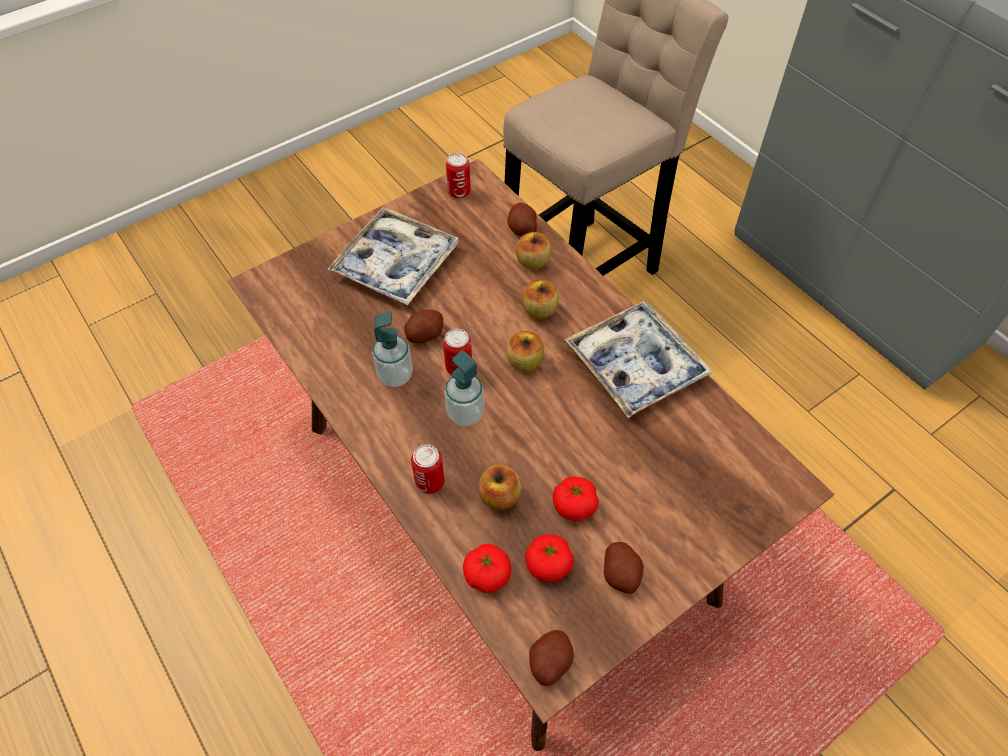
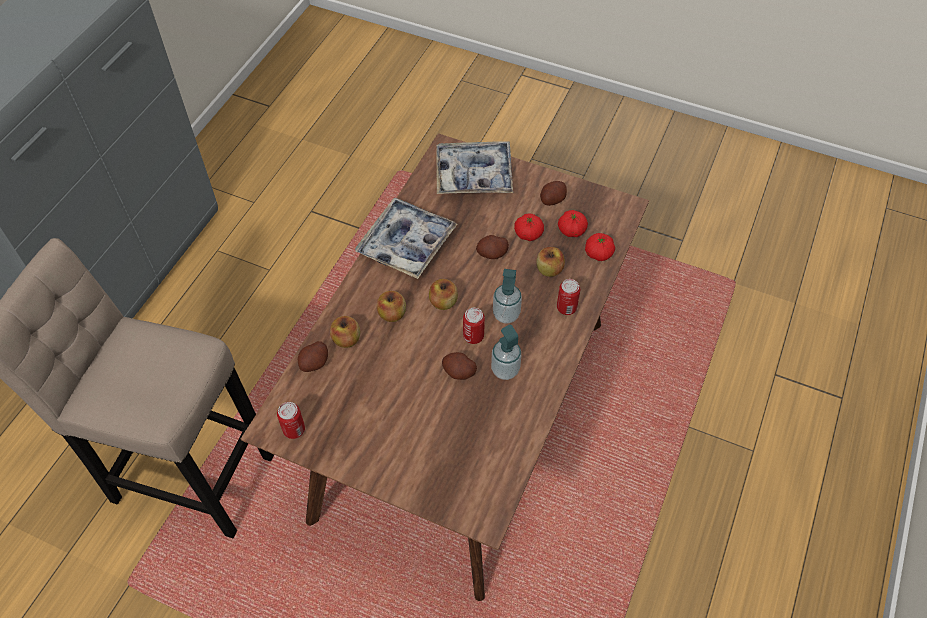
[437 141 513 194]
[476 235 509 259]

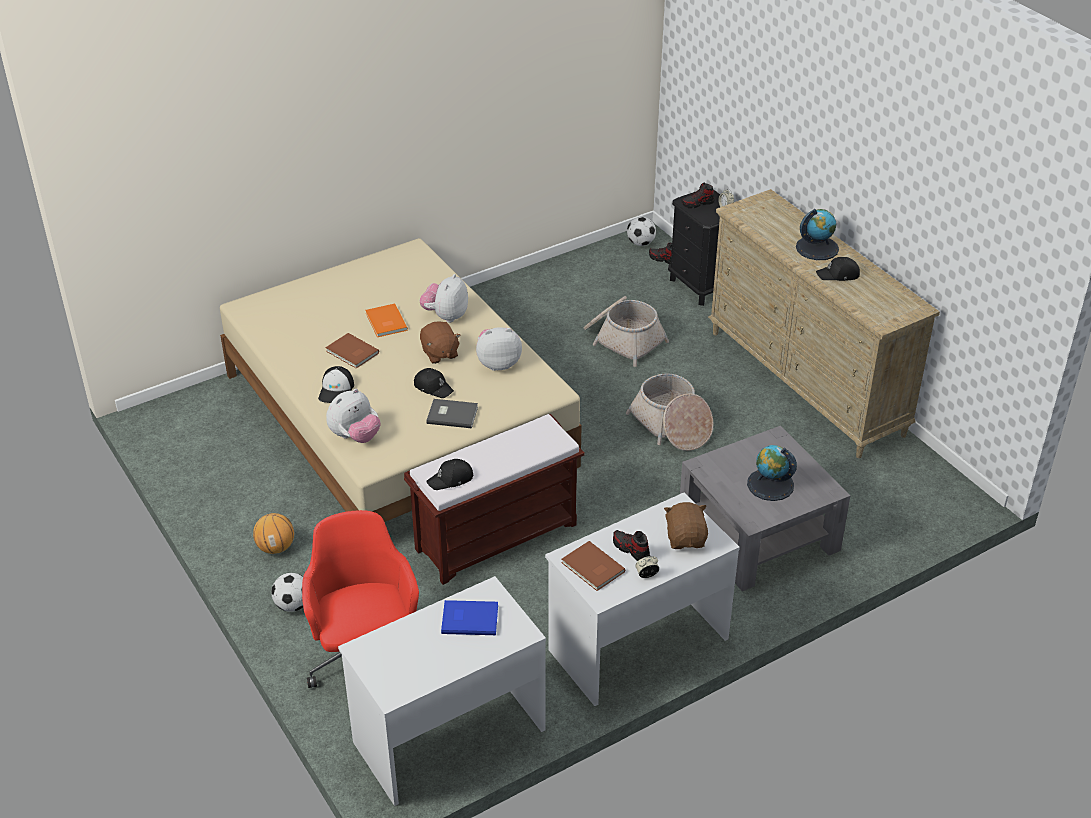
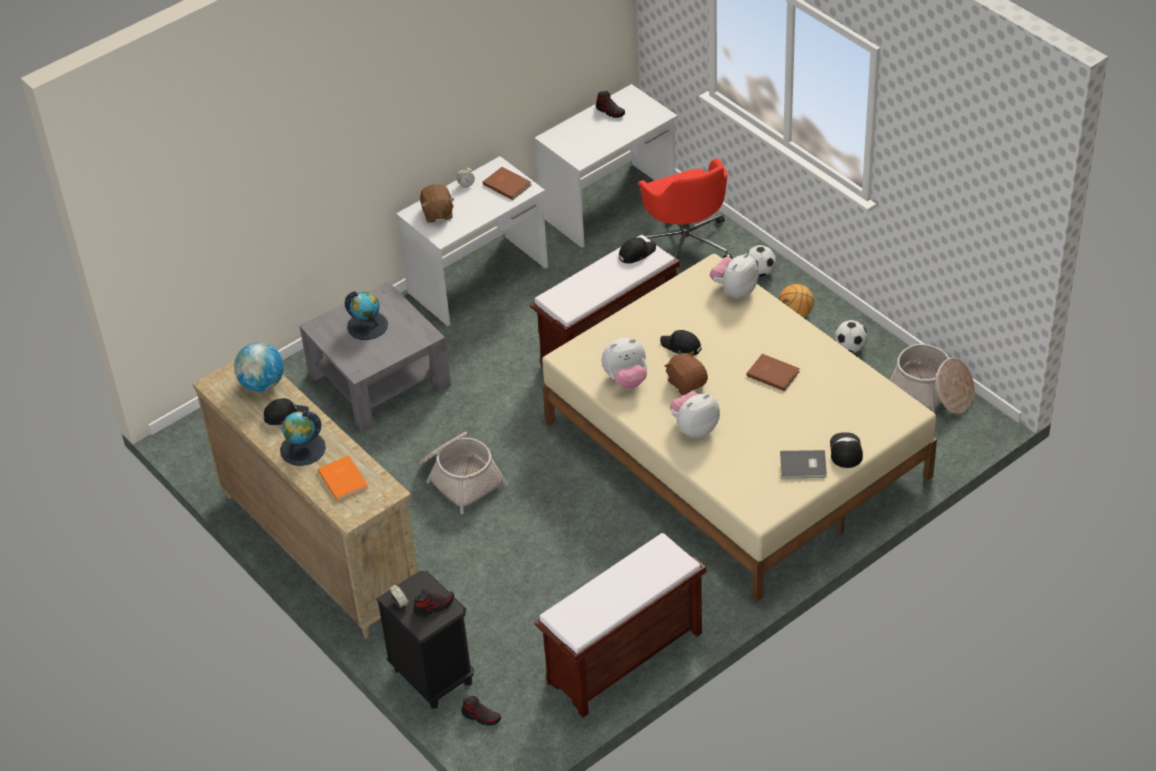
[441 600 498 635] (first image)
[234 342 284 392]
[534 533 707 718]
[830 432 863 468]
[318 455 368 501]
[780 450 827 478]
[890 344 975 414]
[596 91 625 118]
[835 320 867 353]
[670 391 720 437]

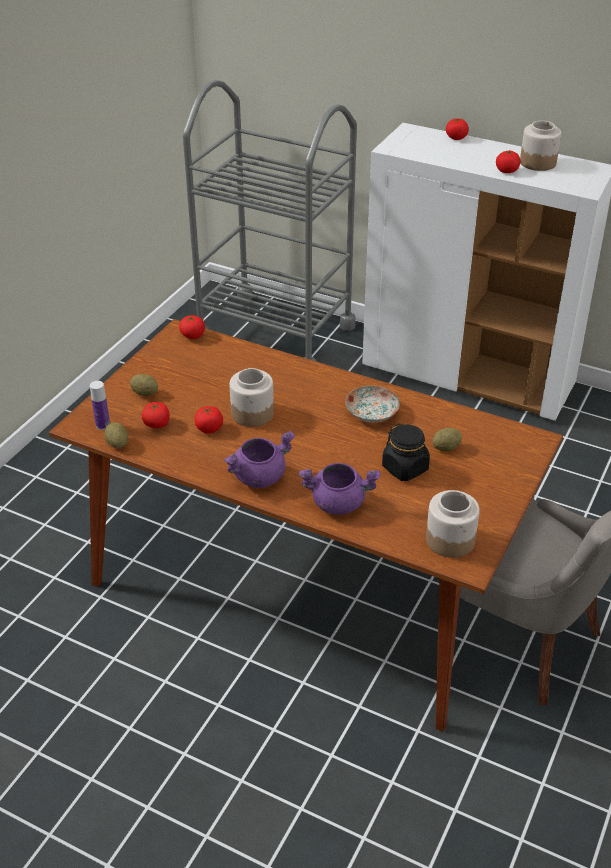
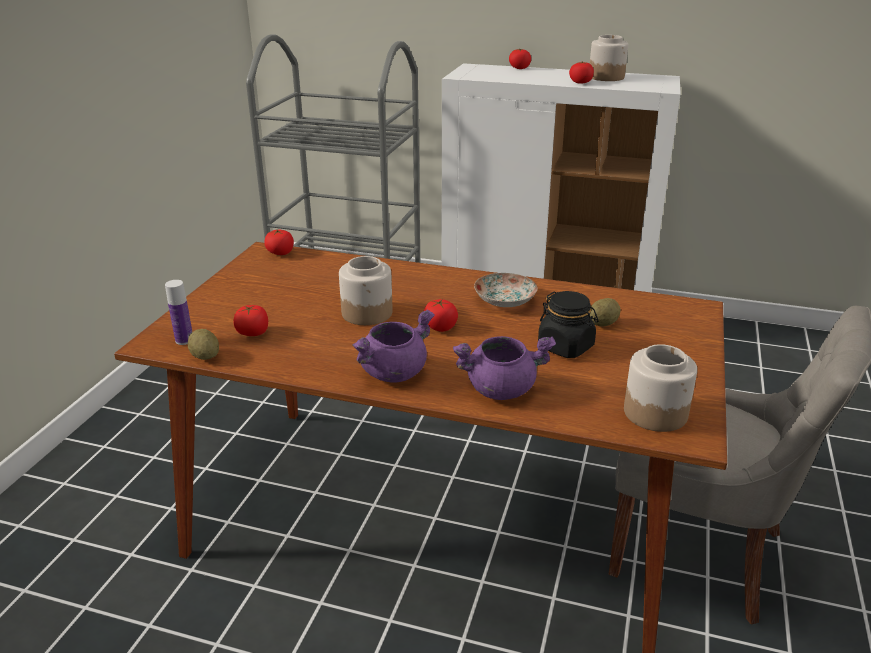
[130 374 158 396] (first image)
[424 299 458 332]

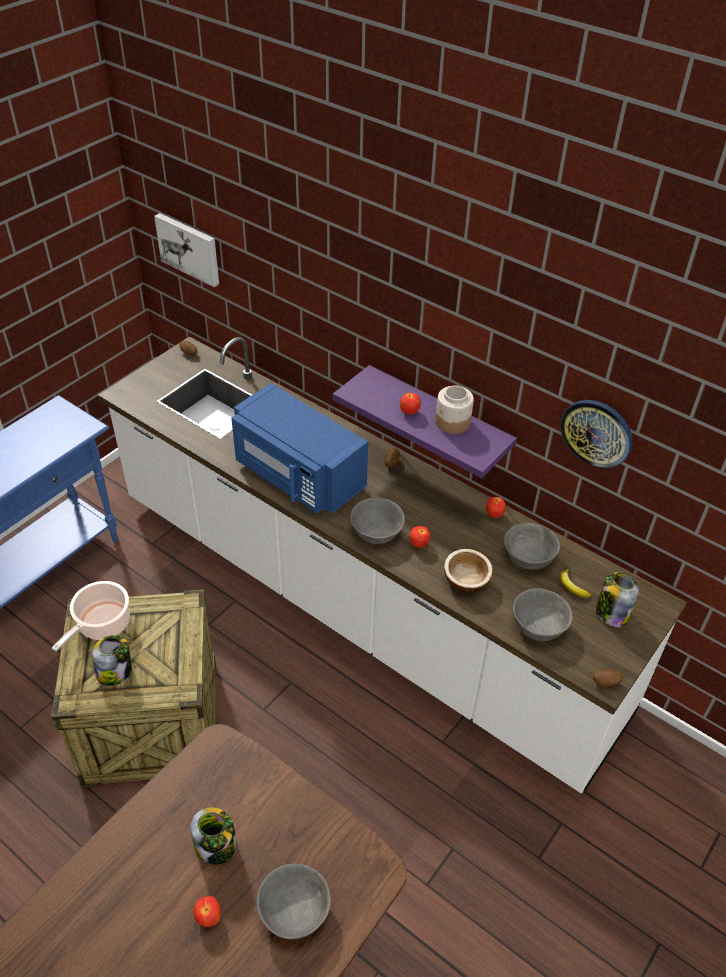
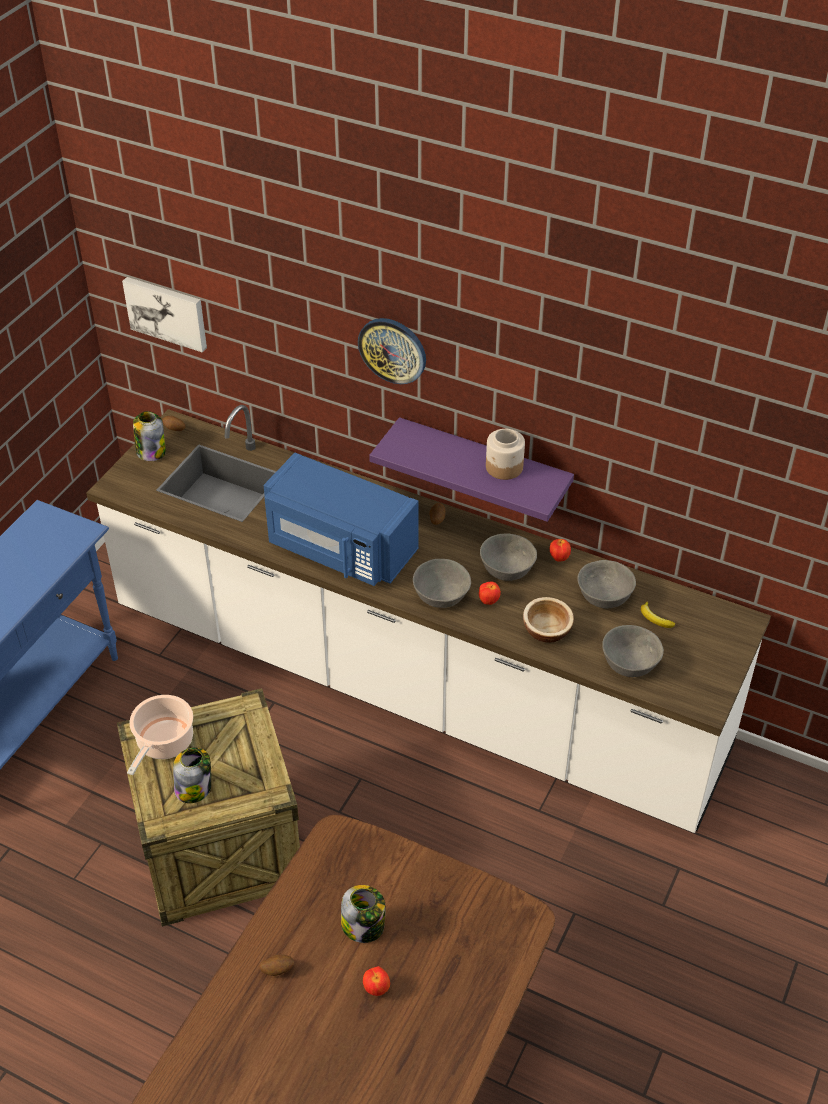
[400 393 421 415] (first image)
[480 534 537 581]
[358 318 426 384]
[259 954 294 976]
[133 411 166 461]

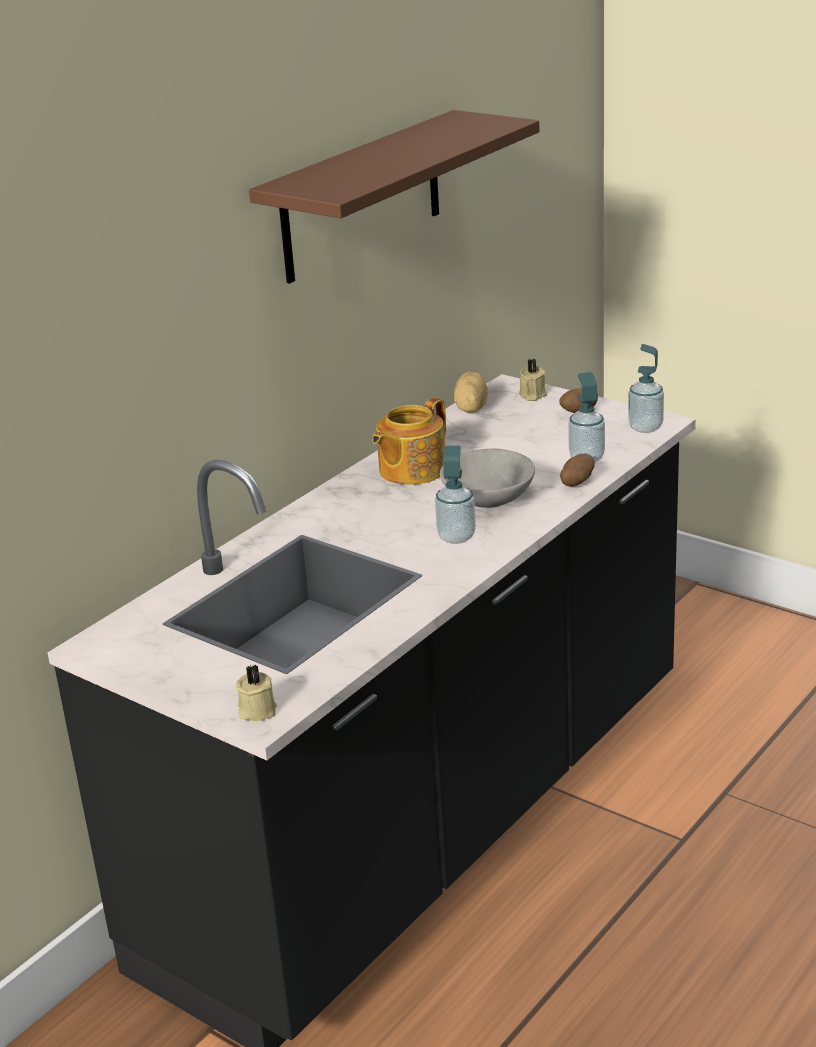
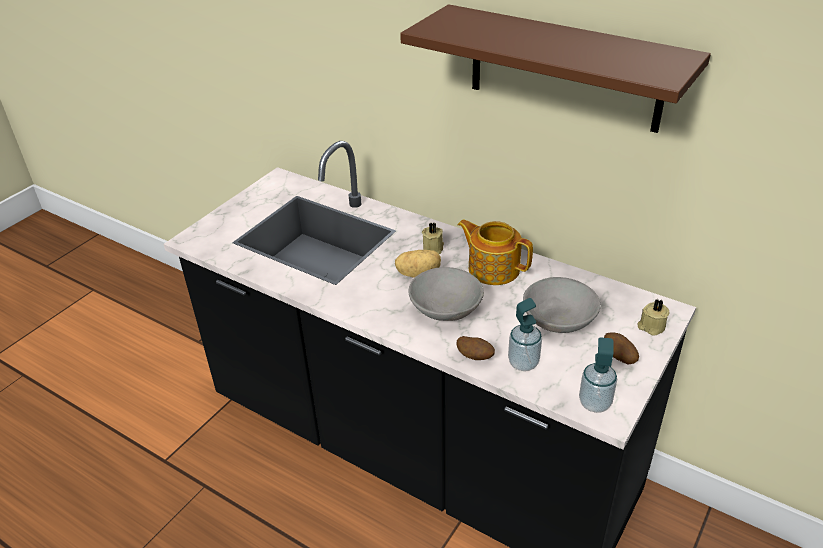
[435 446 476 544] (first image)
[523 277 600 333]
[422 223 444 254]
[395 250 441 278]

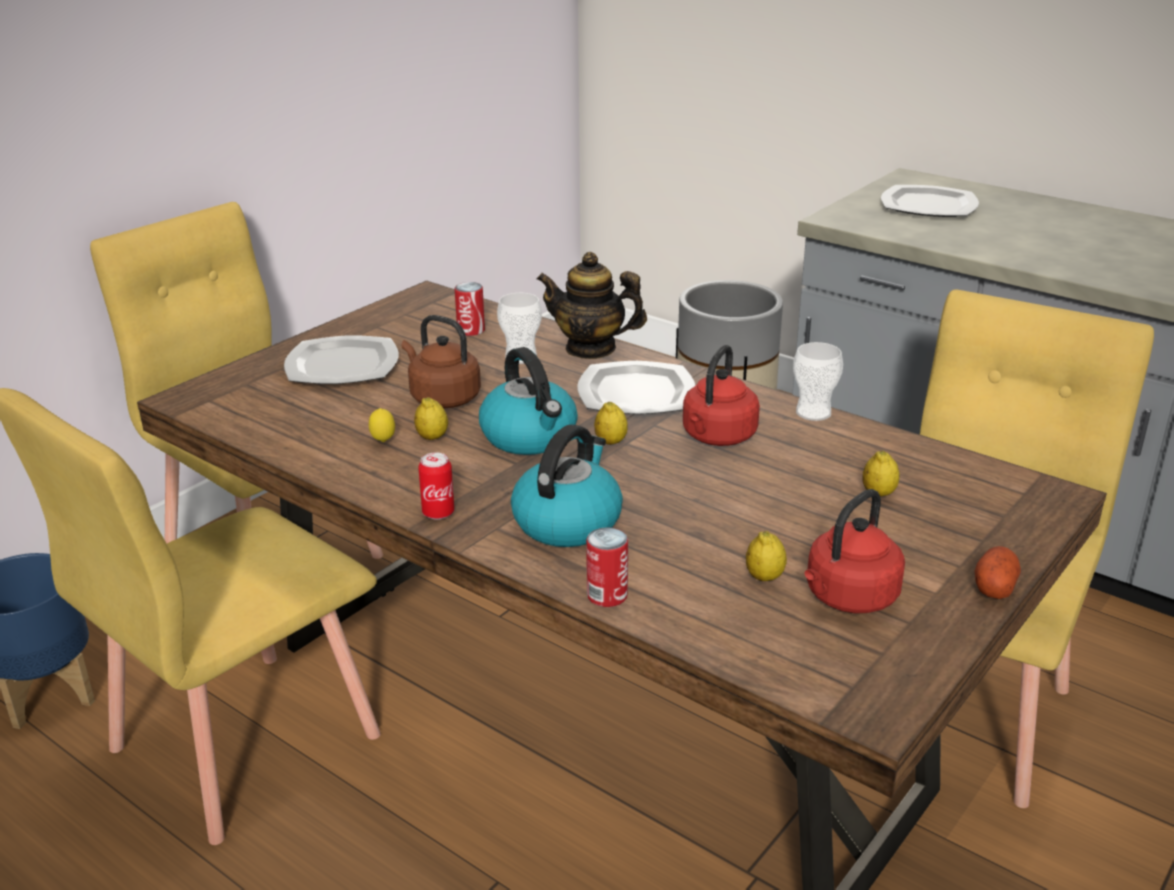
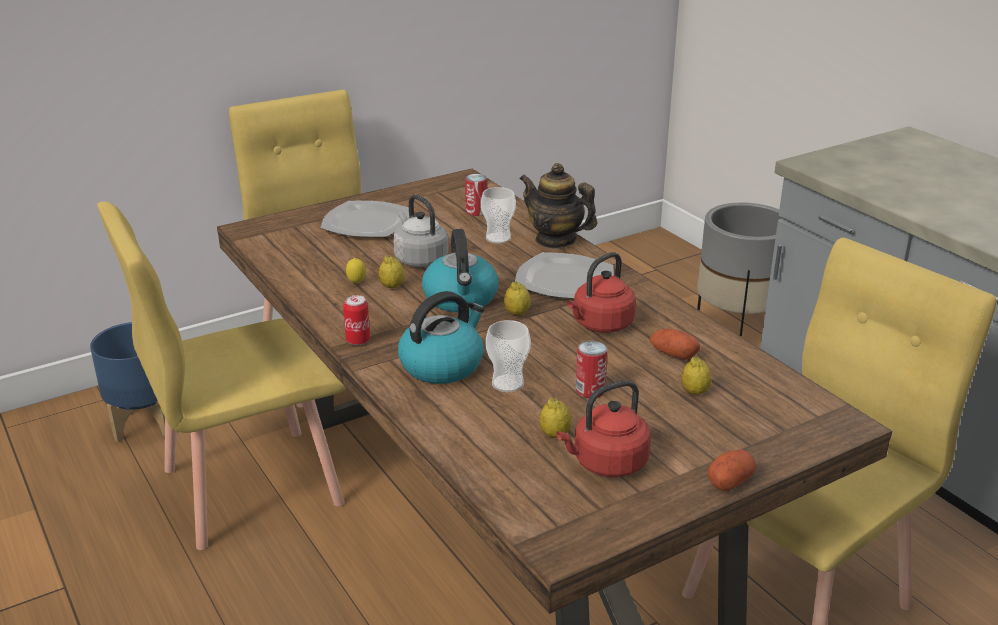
[881 185 979 217] (first image)
[650 329 700 360]
[576 341 608 398]
[486 320 531 392]
[393 195 449 267]

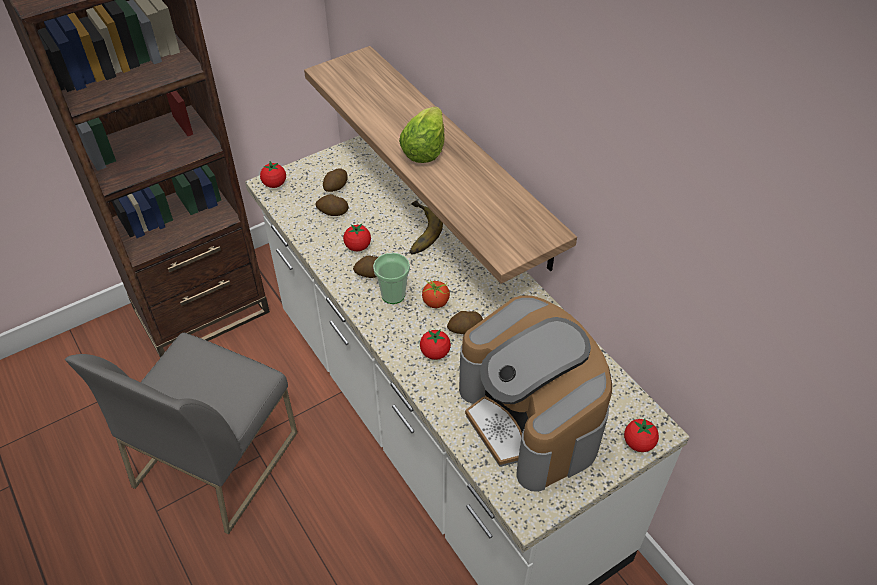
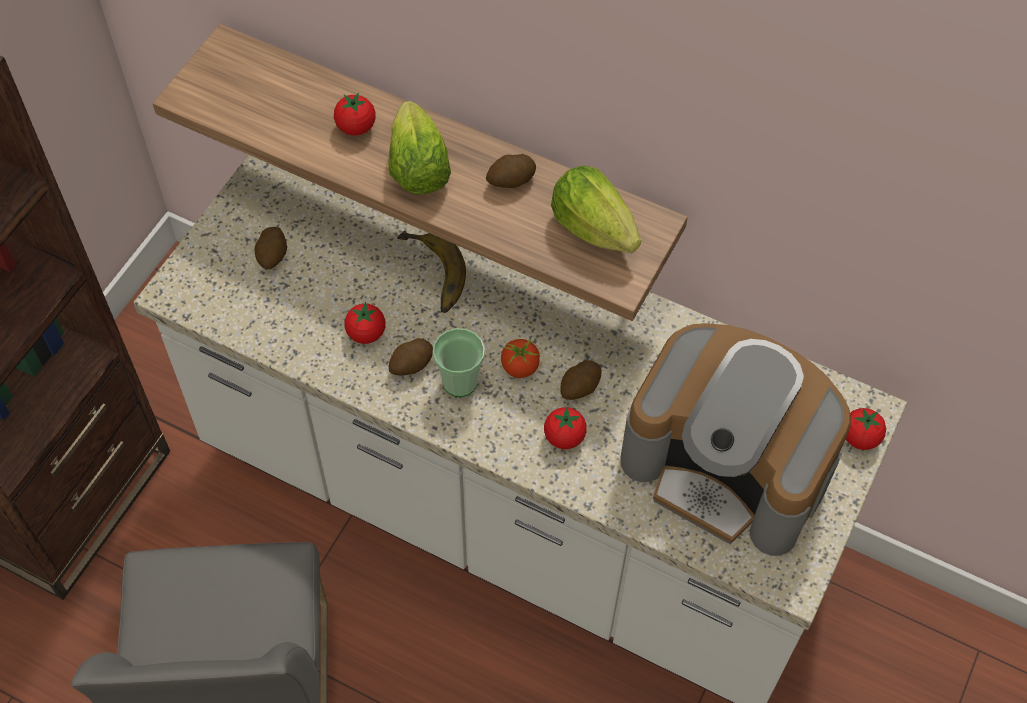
[551 166 641 253]
[334 93 376 135]
[486 154 536 188]

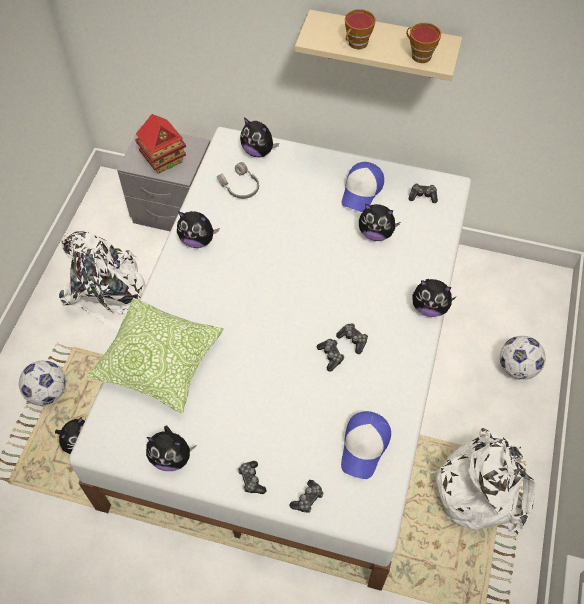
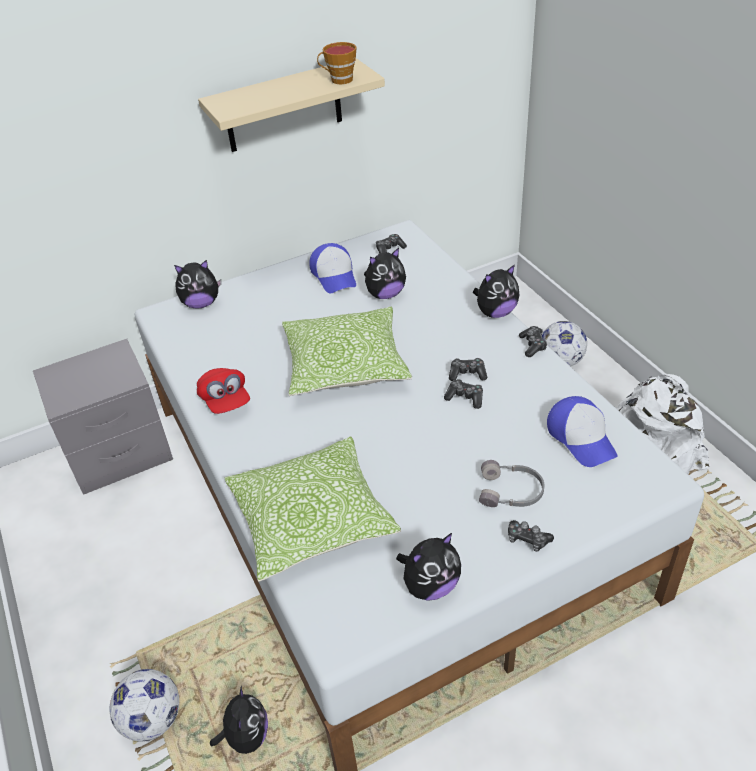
[59 232 146 331] (first image)
[135 114 186 174] (first image)
[345 9 376 49] (first image)
[282 307 412 396]
[479 460 544 507]
[519 326 547 357]
[197 368 250 414]

